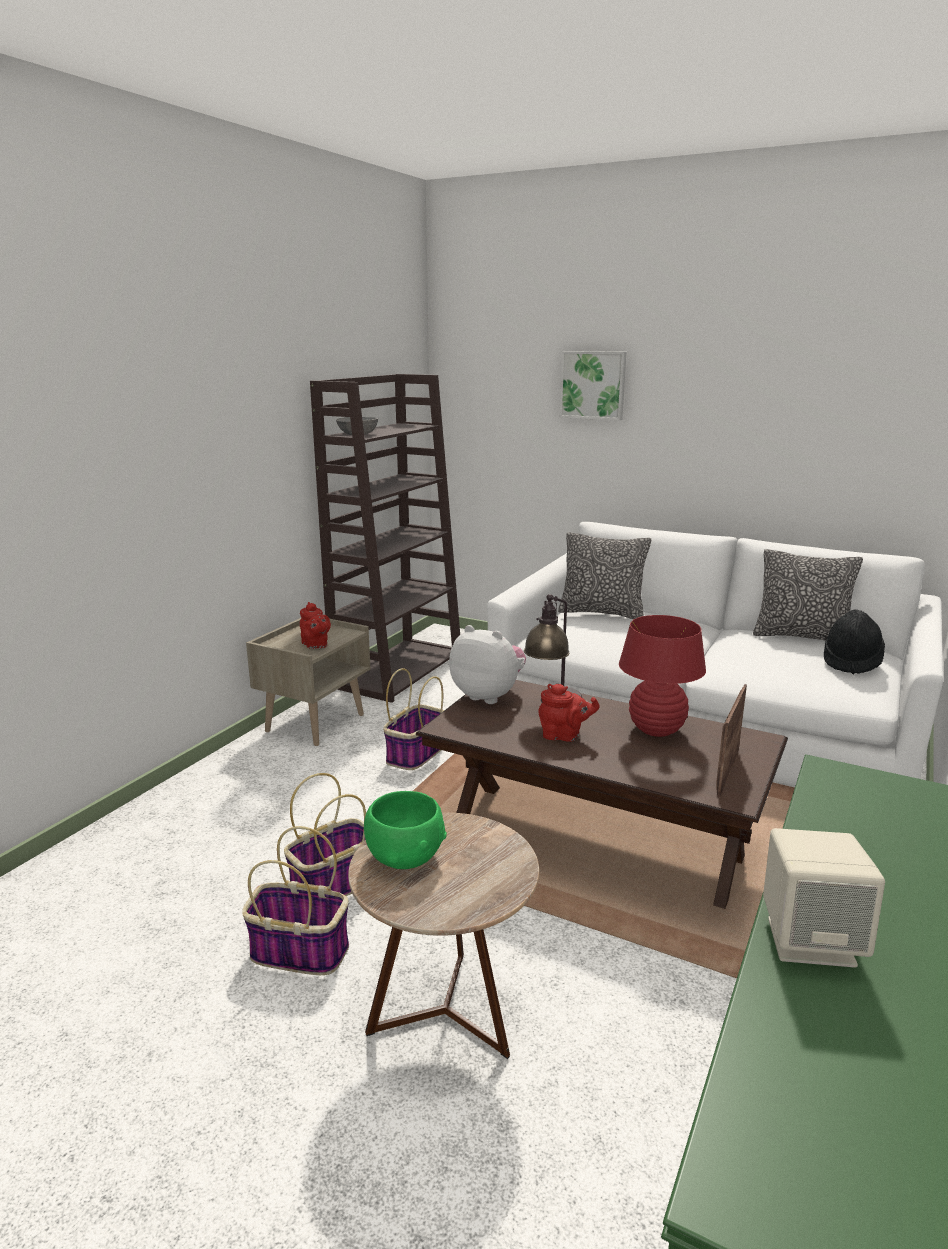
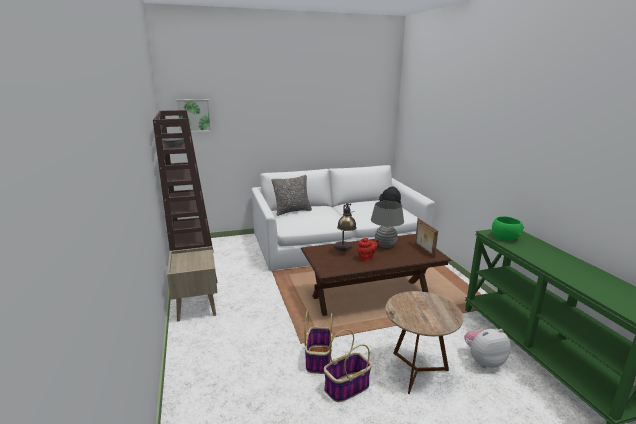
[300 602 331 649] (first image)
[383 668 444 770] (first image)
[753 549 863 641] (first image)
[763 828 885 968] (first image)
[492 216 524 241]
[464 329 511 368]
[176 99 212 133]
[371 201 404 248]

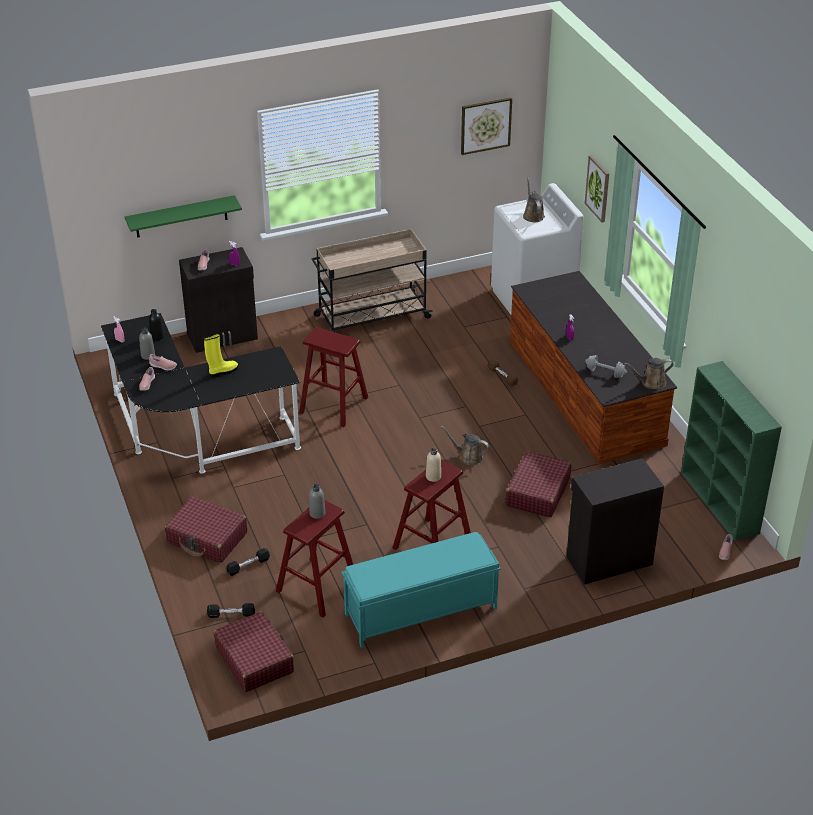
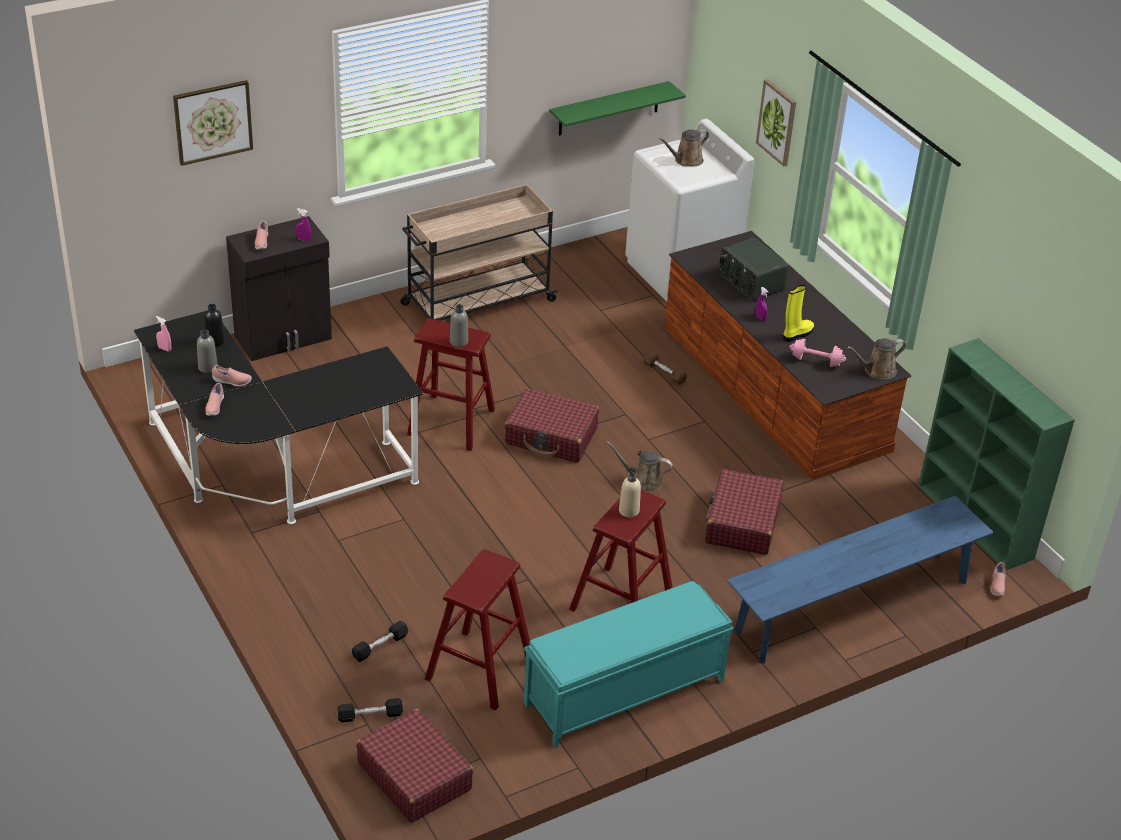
[719 237 788 301]
[549 81 686 136]
[505 388 599 463]
[783 285 814 342]
[450 304 468 347]
[173 80 253 166]
[727 496 994 664]
[789 339 846 367]
[659 129 709 167]

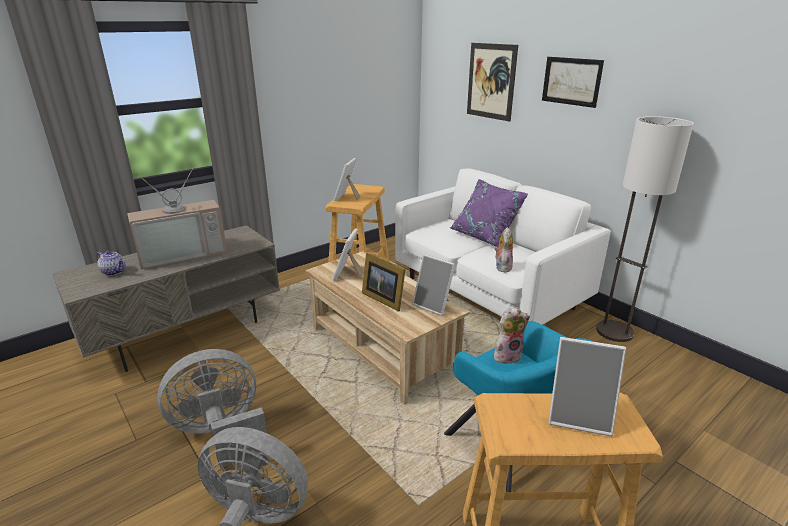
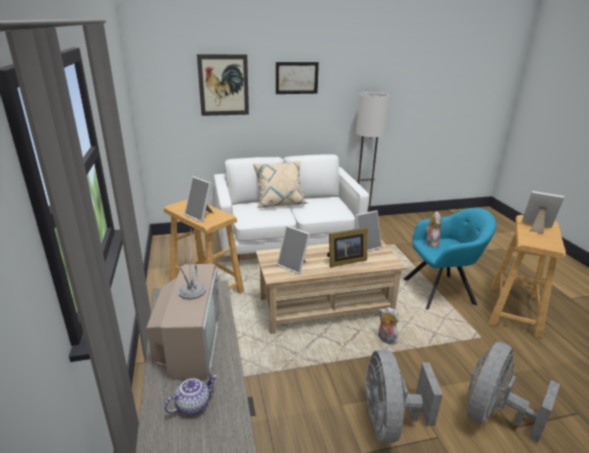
[378 307 399 345]
[253 161 309 208]
[522 191 564 234]

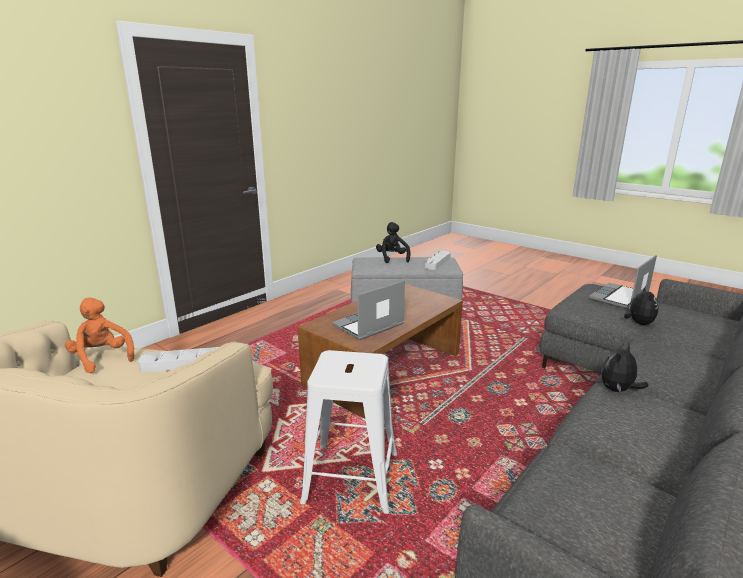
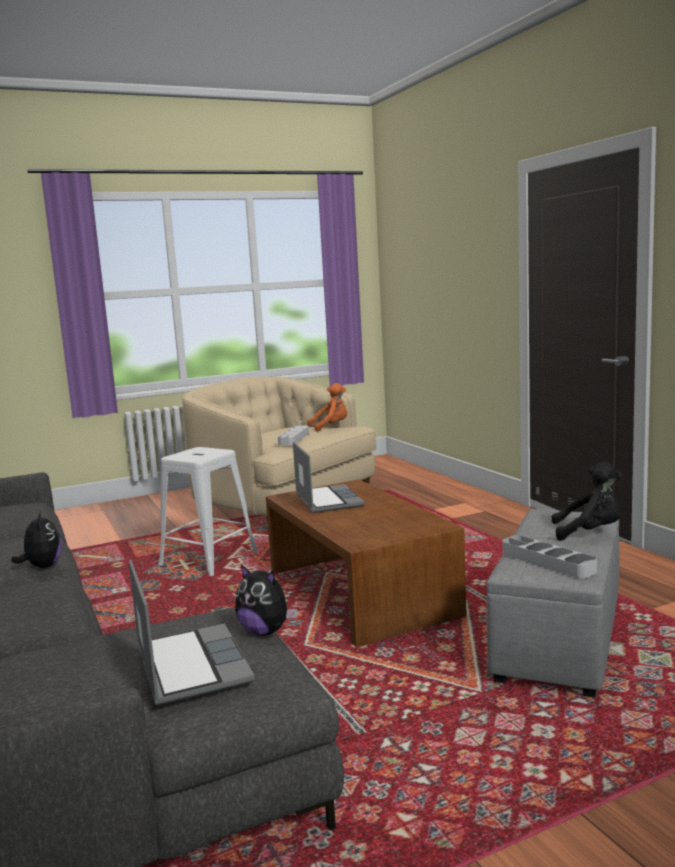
[235 565 297 636]

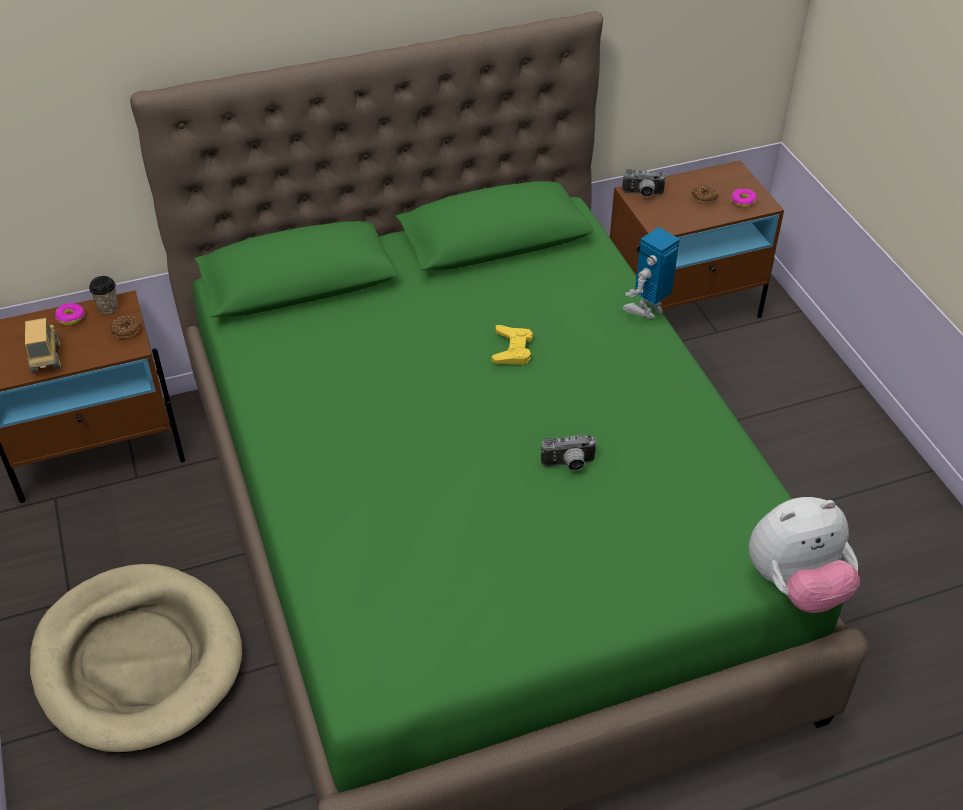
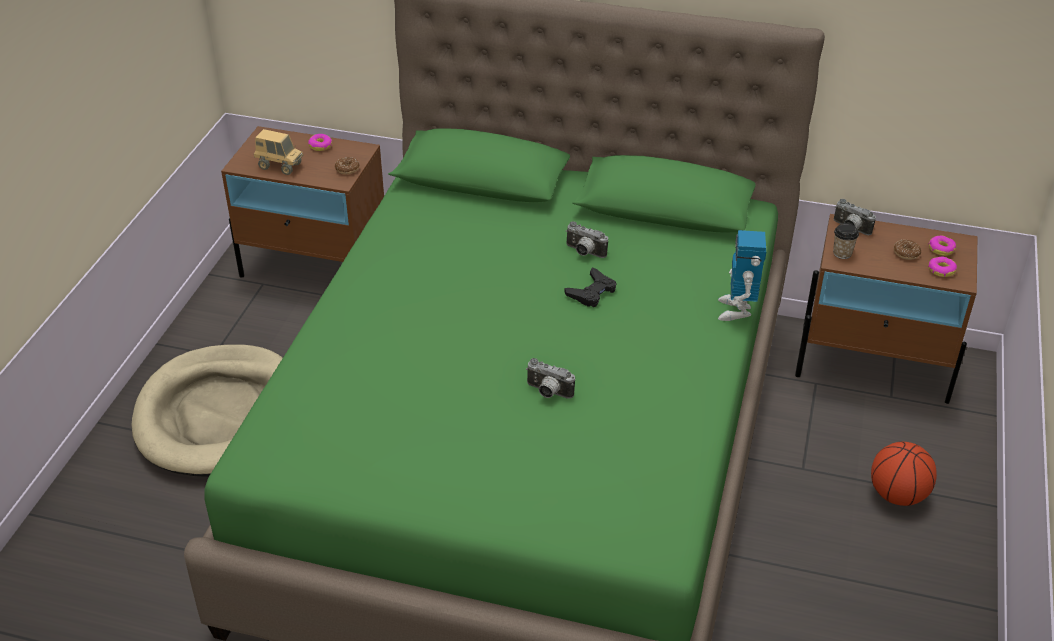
[749 497 860 613] (first image)
[566 221 608 258]
[871 442 937 506]
[928 235 956 256]
[833 223 859 259]
[565 267 616 307]
[254 129 303 175]
[718 230 766 321]

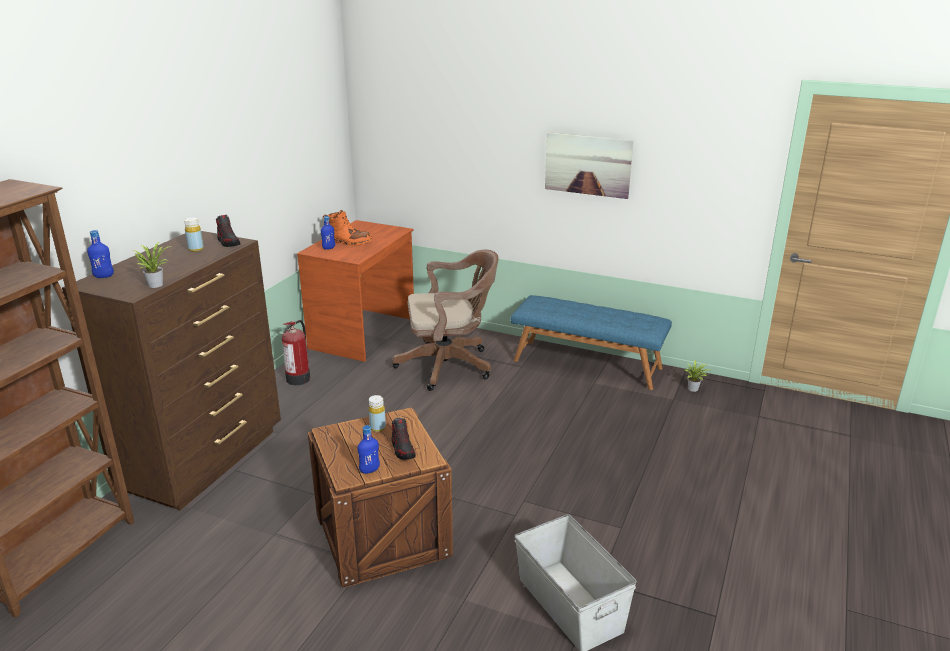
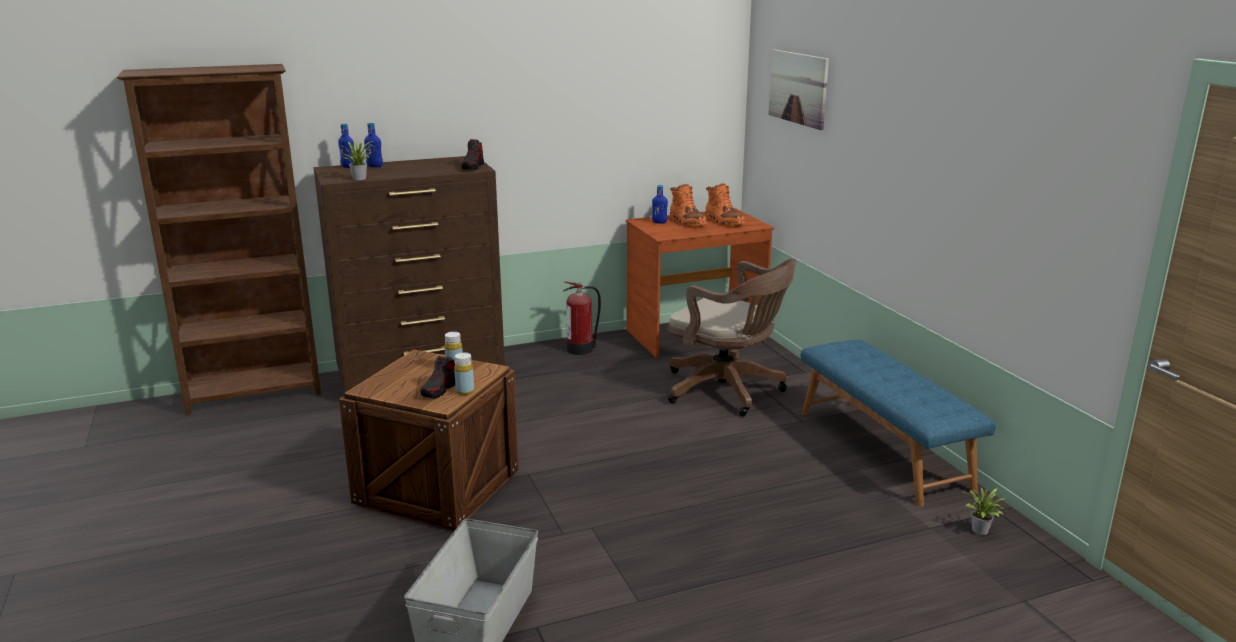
[705 183 746 226]
[454 352 474 395]
[364 123 383 167]
[768 49 829 130]

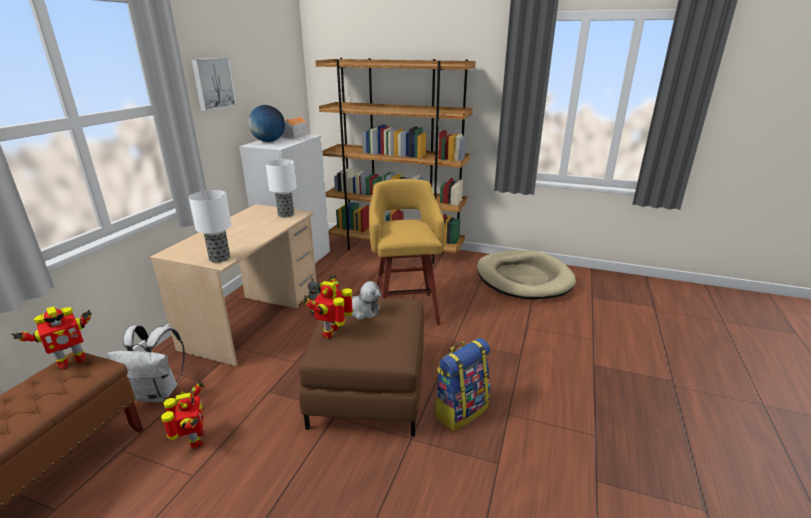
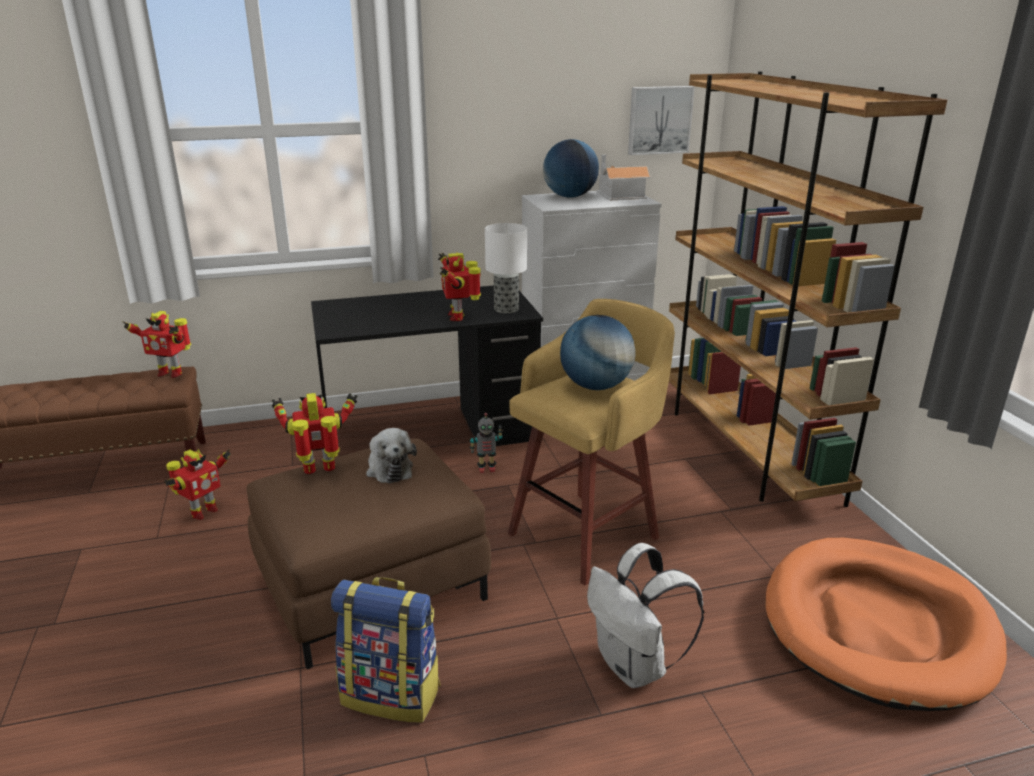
[189 190 232 263] (first image)
[438 253 481 321]
[560 315 636 390]
[587 543 705 688]
[628 86 695 155]
[311 286 543 446]
[765 538 1007 711]

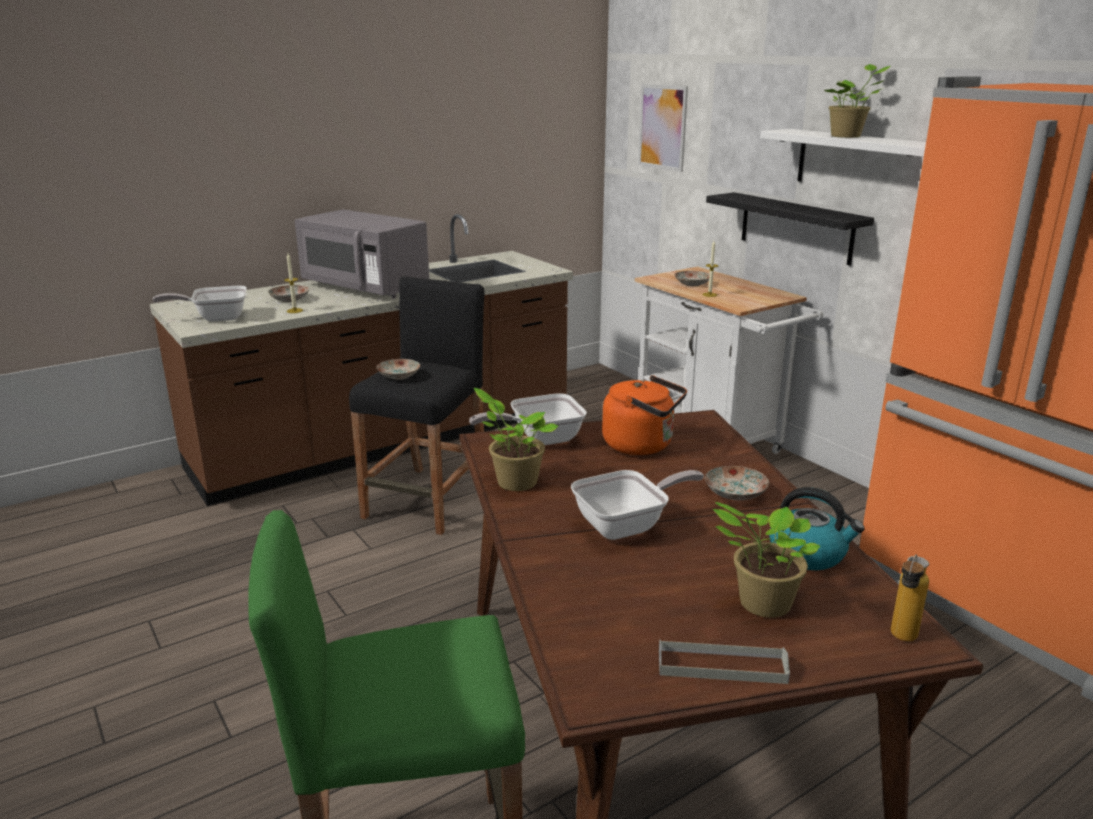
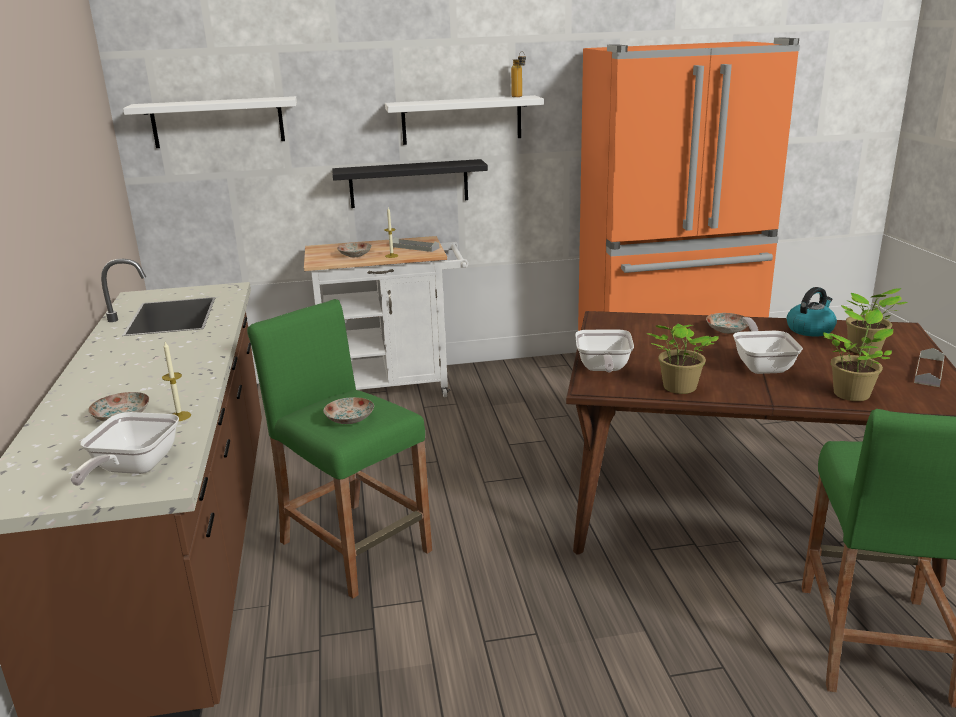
[295 209 429 299] (first image)
[602 375 687 455] (first image)
[392 237 440 252]
[823 309 893 401]
[511 51 526 97]
[123 96 297 148]
[247 299 432 598]

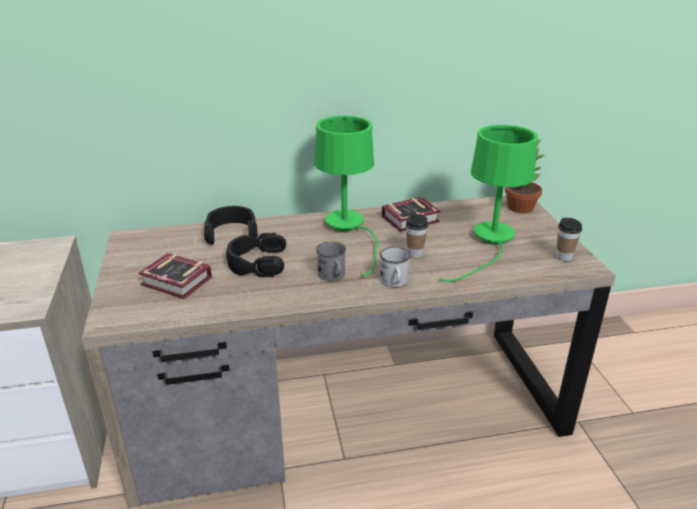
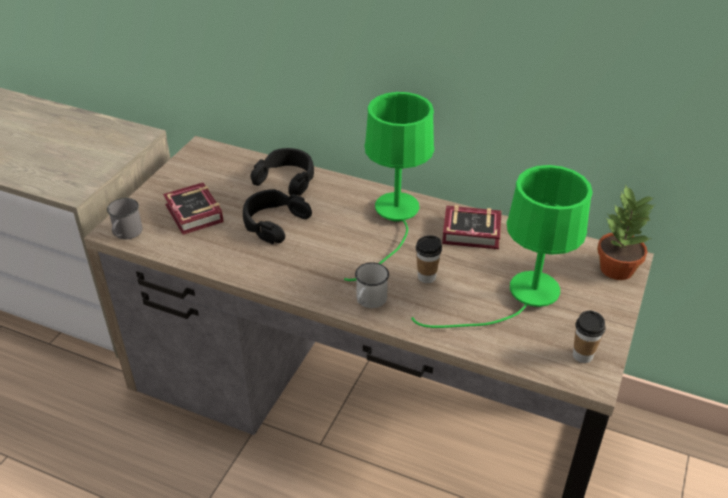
[107 198 143 239]

